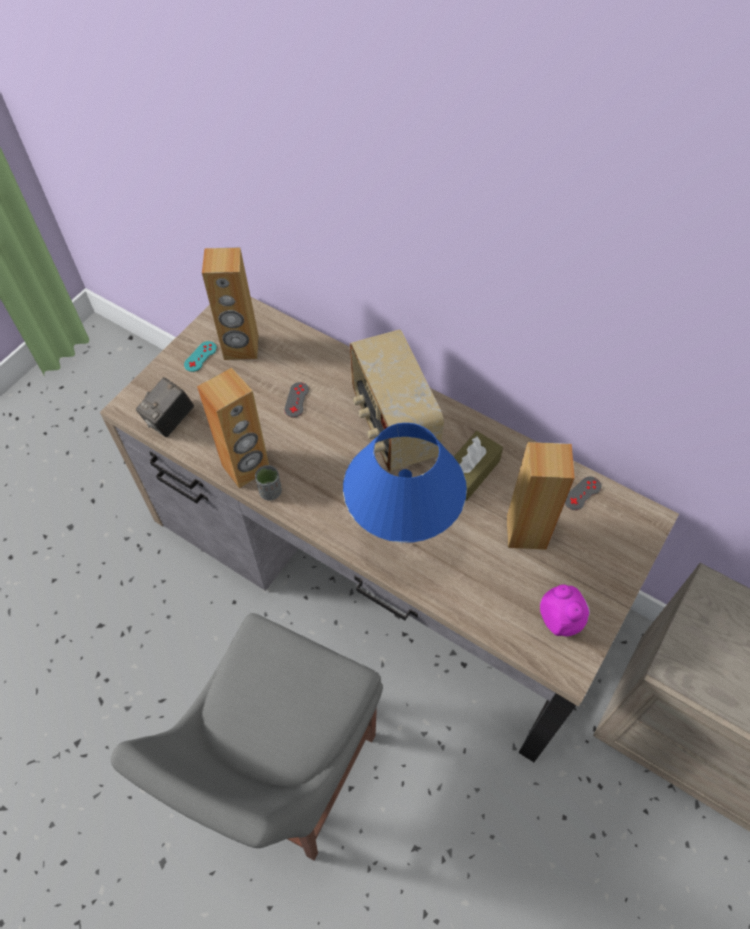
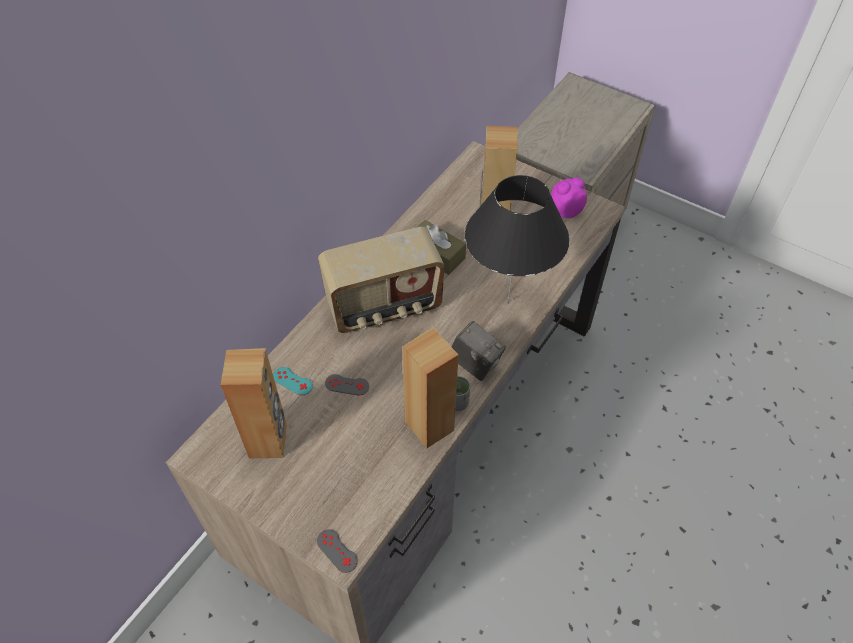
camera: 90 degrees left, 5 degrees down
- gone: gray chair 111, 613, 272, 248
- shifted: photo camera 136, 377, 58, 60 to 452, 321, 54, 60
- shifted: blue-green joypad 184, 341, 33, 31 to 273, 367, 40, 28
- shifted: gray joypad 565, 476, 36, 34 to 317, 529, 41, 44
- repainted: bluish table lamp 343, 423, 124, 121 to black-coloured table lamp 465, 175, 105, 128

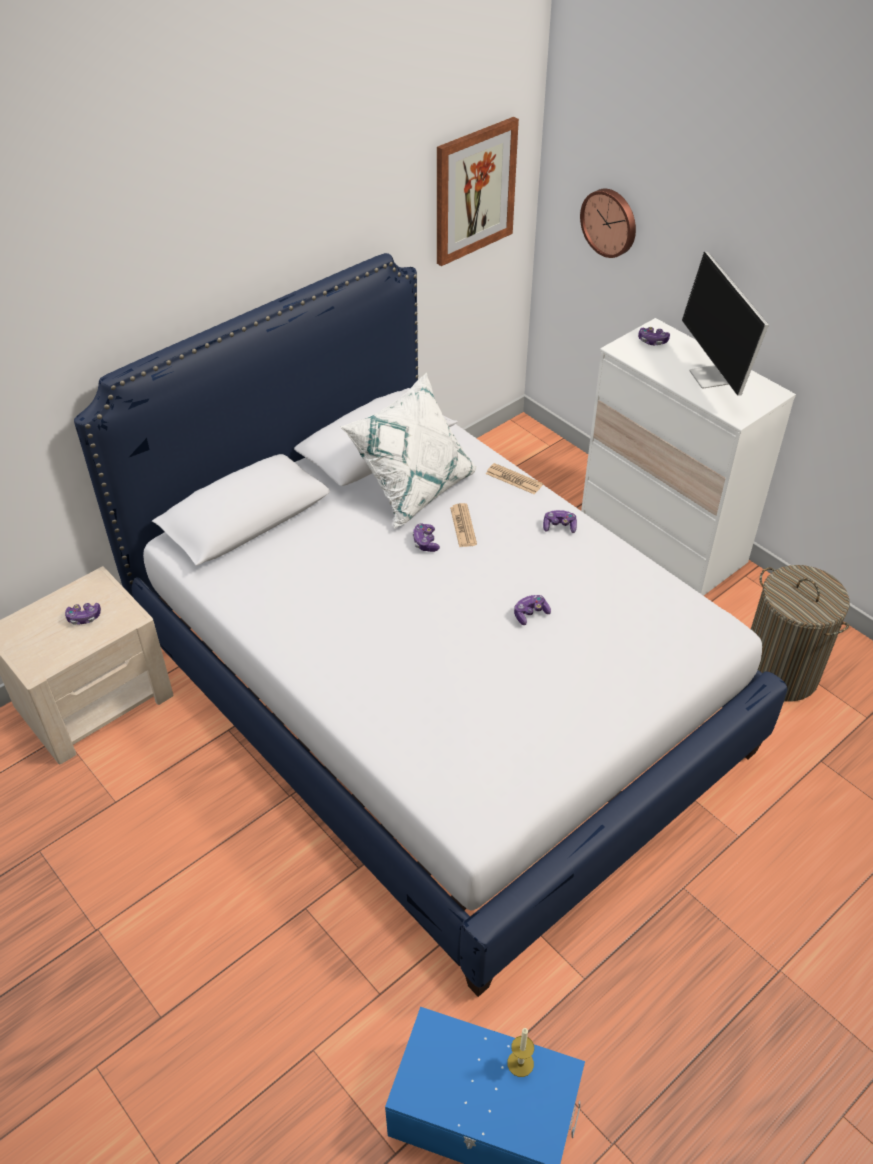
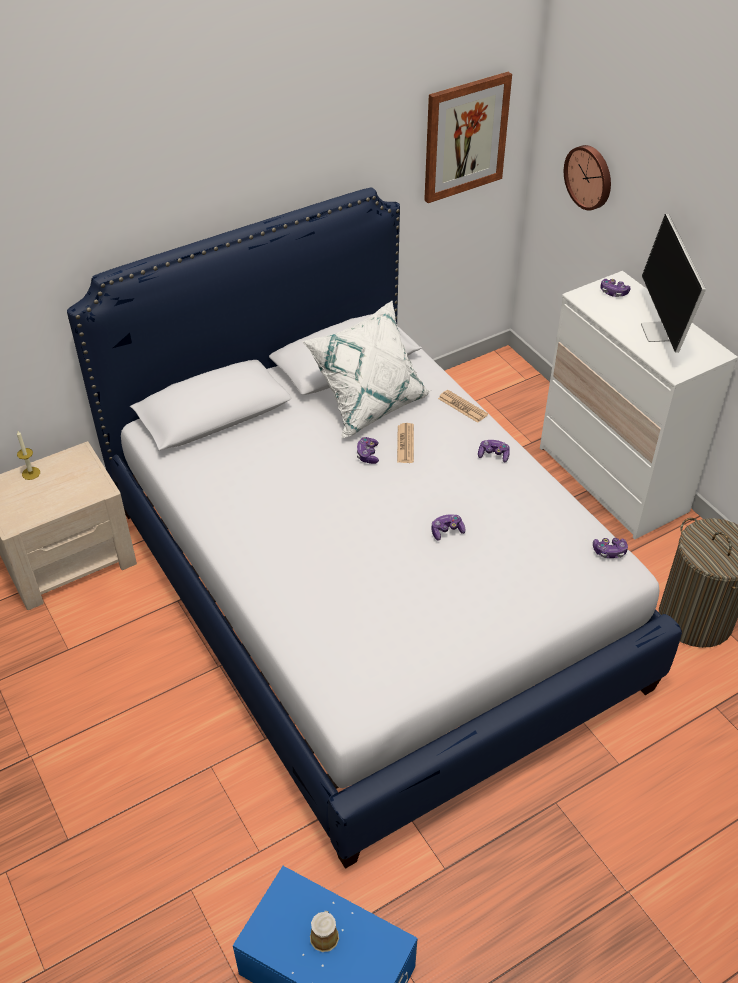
camera: 10 degrees right, 0 degrees up
- new: coffee mug 310, 911, 29, 41
- shifted: joypad 65, 603, 36, 22 to 593, 538, 35, 20
- shifted: wax light 507, 1028, 27, 49 to 17, 431, 23, 49

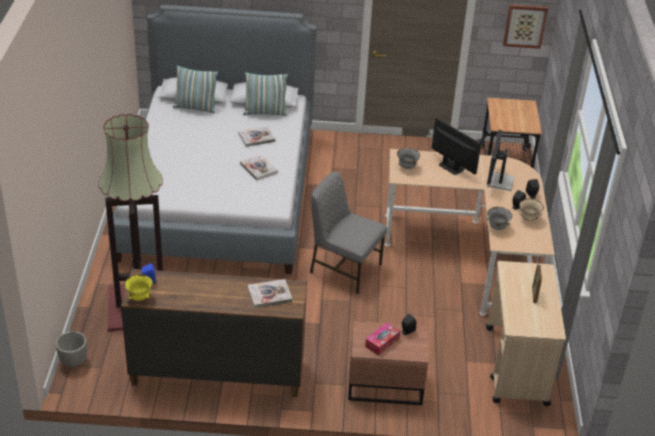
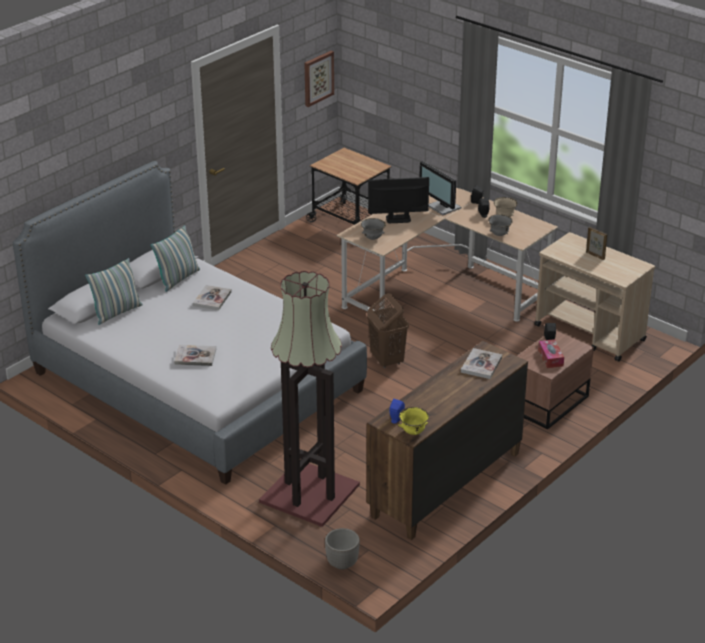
camera: 50 degrees left, 5 degrees down
- shifted: volume 240, 154, 38, 27 to 174, 345, 42, 21
- swapped: gray chair 310, 171, 77, 123 to brown-coloured laundry basket 367, 293, 42, 75

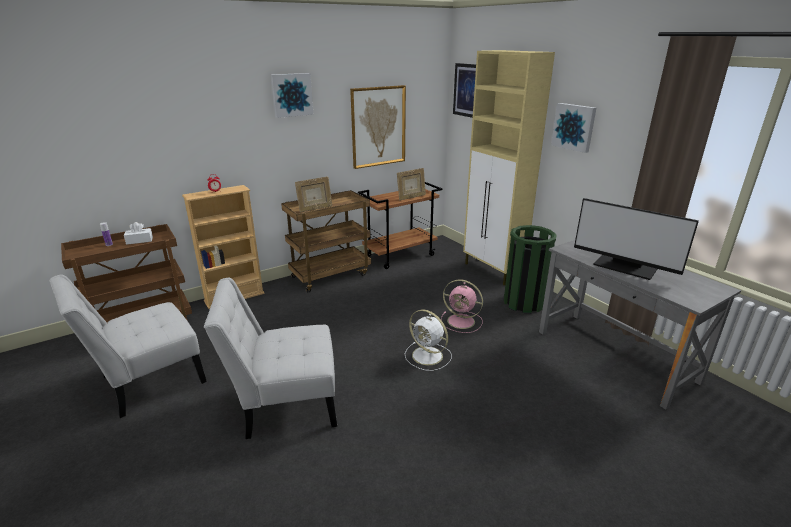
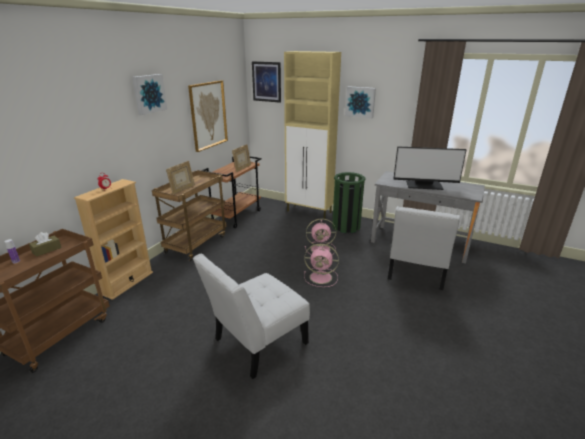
camera: 30 degrees left, 0 degrees up
- shifted: whitish chair 49, 274, 158, 144 to 388, 206, 72, 84
- repainted: whitish tissue holder 124, 222, 29, 23 to brown-coloured tissue holder 29, 232, 33, 25
- repainted: whitish cooling fan 405, 309, 47, 62 to pinkish cooling fan 304, 244, 35, 43

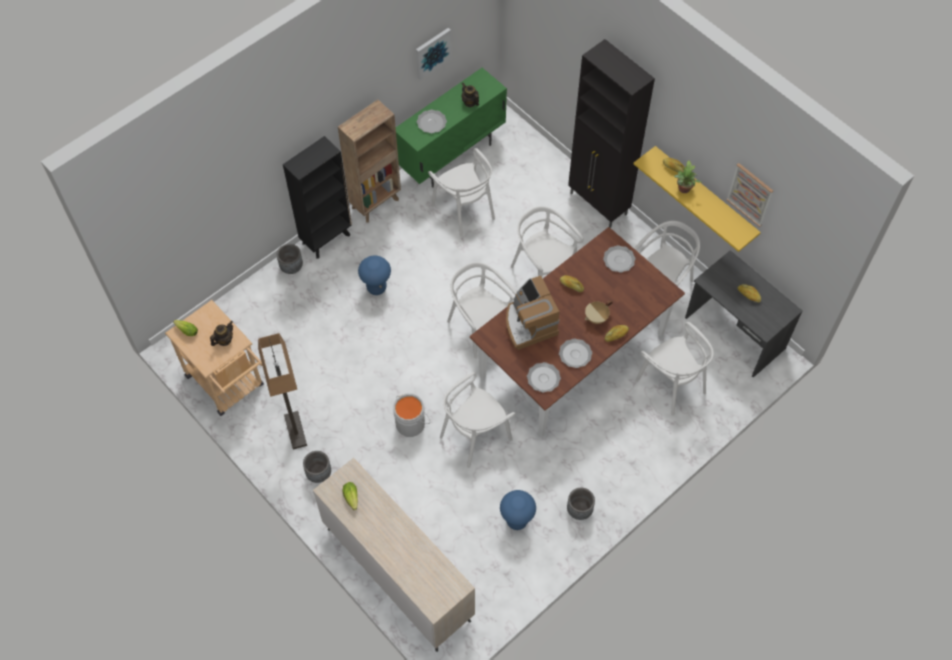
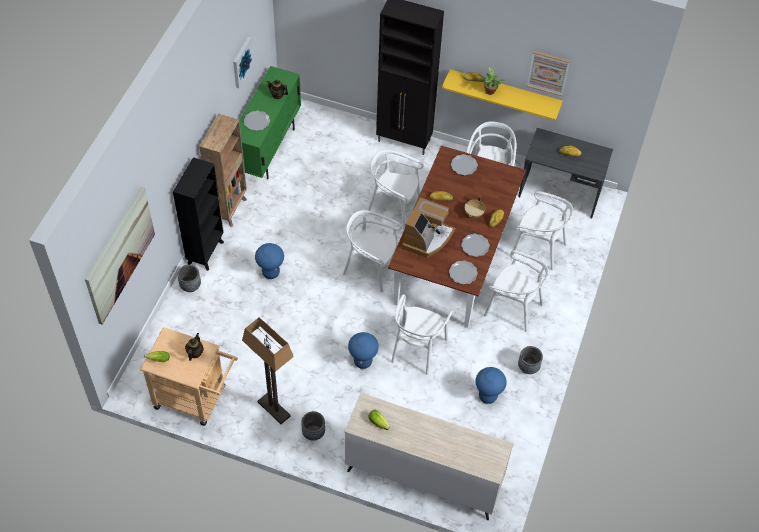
camera: 30 degrees left, 5 degrees down
- new: wall art 85, 187, 70, 138
- shifted: whitish chair 428, 148, 67, 89 to 484, 250, 65, 82
- swapped: gray bucket 393, 394, 37, 43 to bluish stool 348, 332, 31, 37
- rotated: coffee brewer 506, 276, 54, 74 = 402, 197, 53, 61 105 degrees counterclockwise

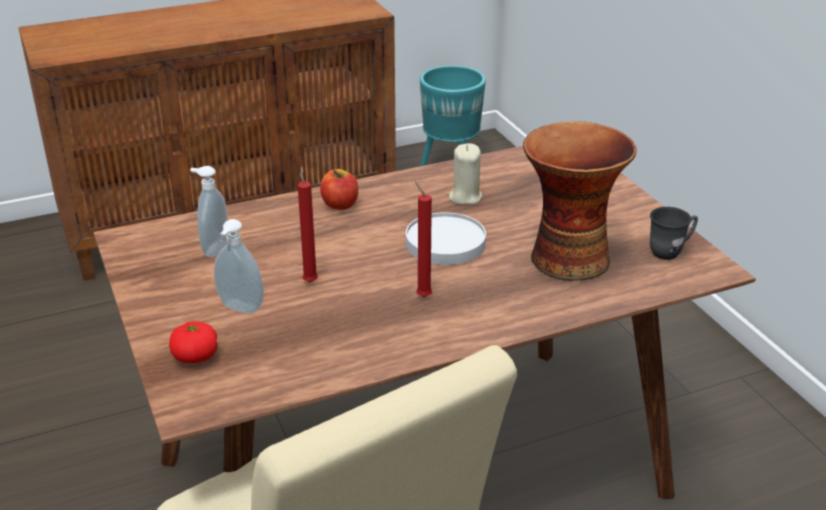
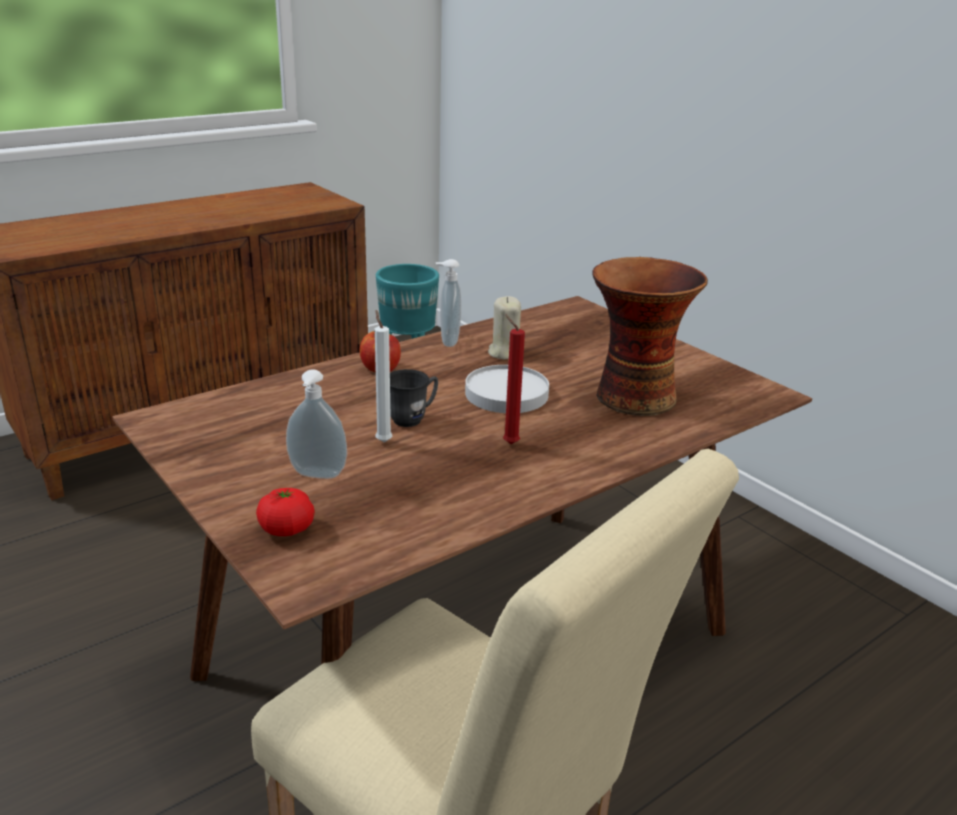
camera: 15 degrees left, 5 degrees down
- shifted: soap bottle 190, 166, 38, 91 to 436, 259, 25, 88
- shifted: gray coffee mug 650, 207, 48, 53 to 390, 369, 48, 58
- repainted: reddish wax light 298, 166, 20, 117 to whitish wax light 375, 310, 17, 132

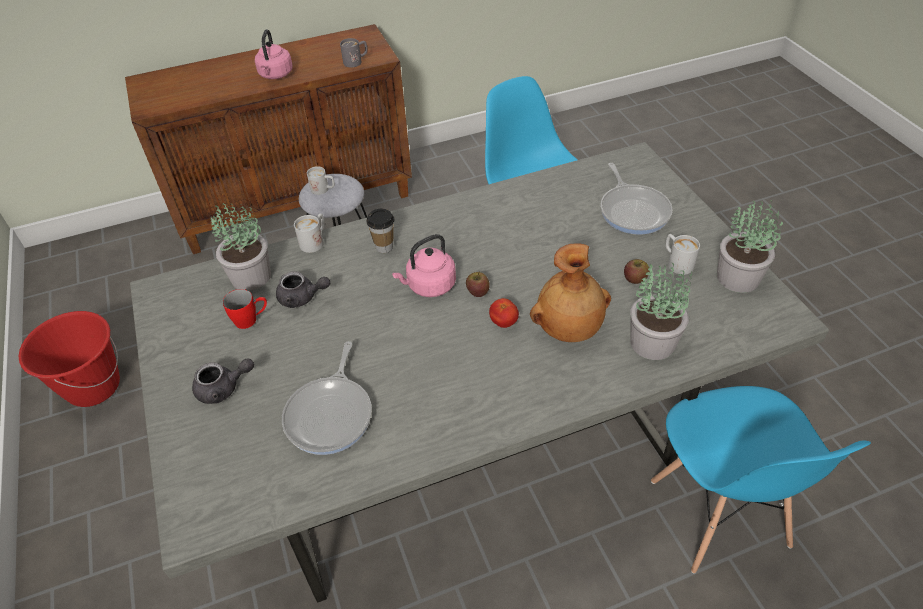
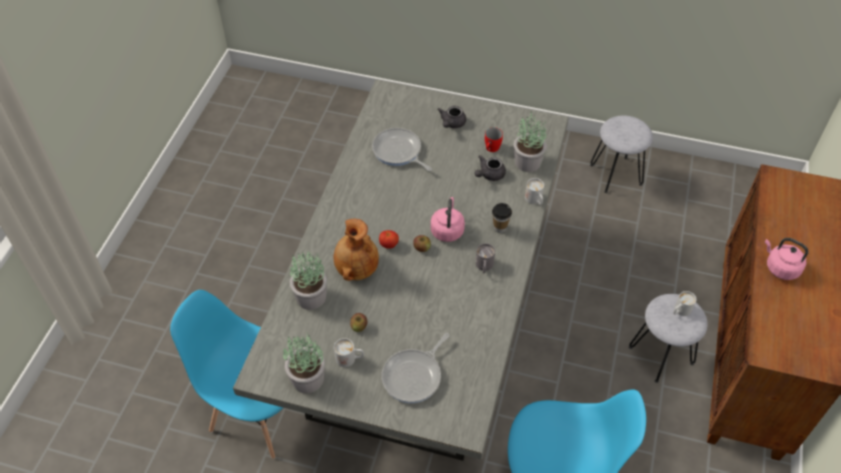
camera: 125 degrees right, 5 degrees up
- shifted: gray coffee mug 340, 38, 27, 30 to 476, 243, 19, 31
- swapped: reddish bucket 18, 311, 102, 96 to gray stool 590, 115, 63, 78
- rotated: pan 600, 163, 72, 72 = 381, 333, 68, 70 75 degrees counterclockwise

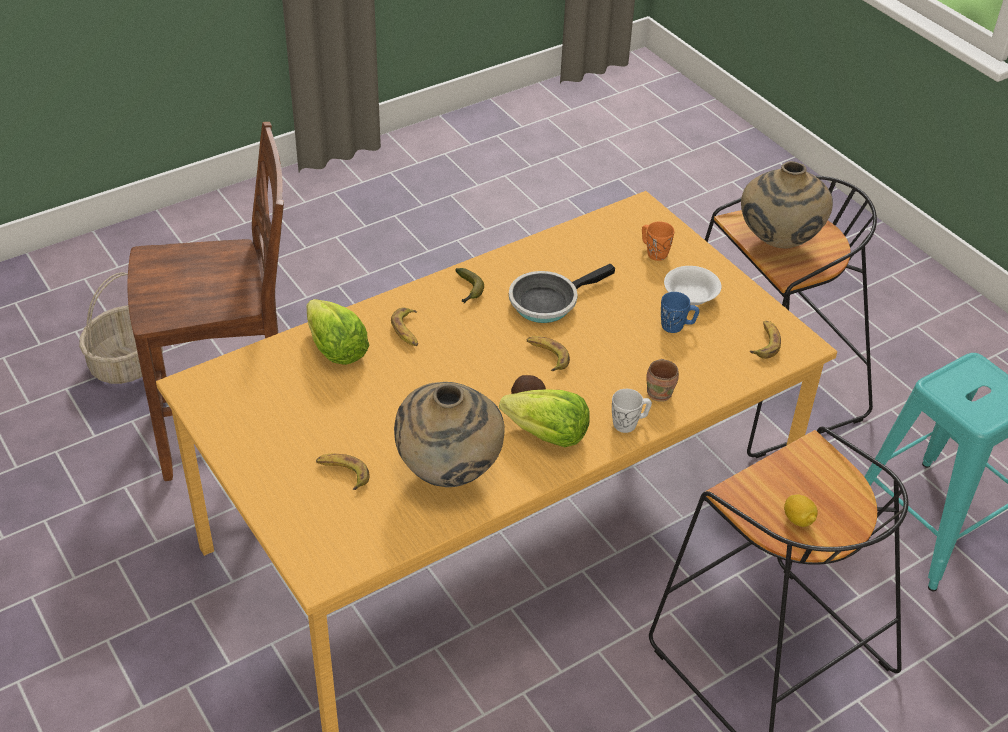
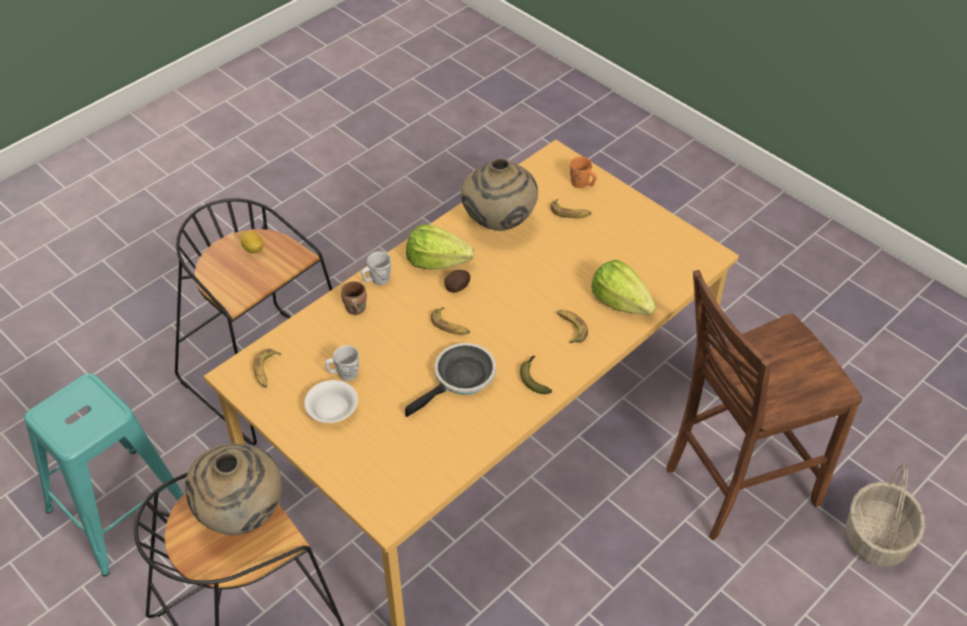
camera: 170 degrees right, 5 degrees up
- shifted: orangey coffee mug 642, 222, 32, 39 to 570, 156, 27, 32
- repainted: bluish coffee mug 661, 292, 38, 41 to whitish coffee mug 325, 345, 34, 36

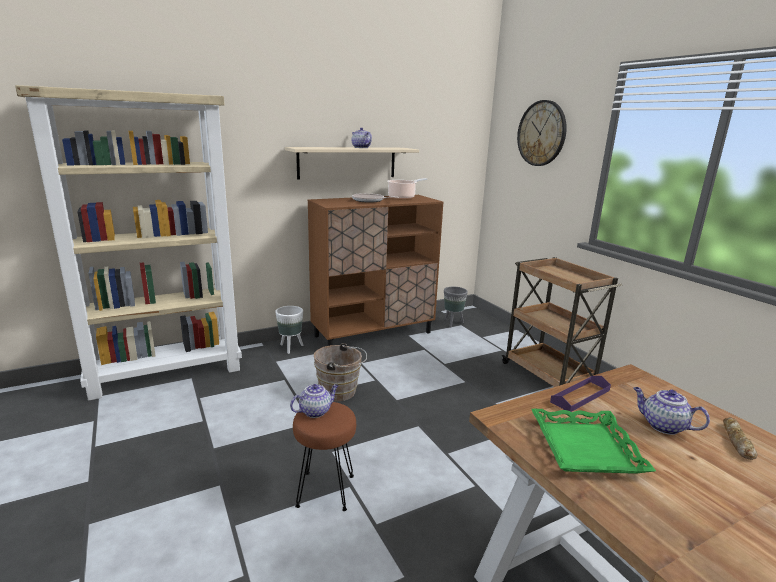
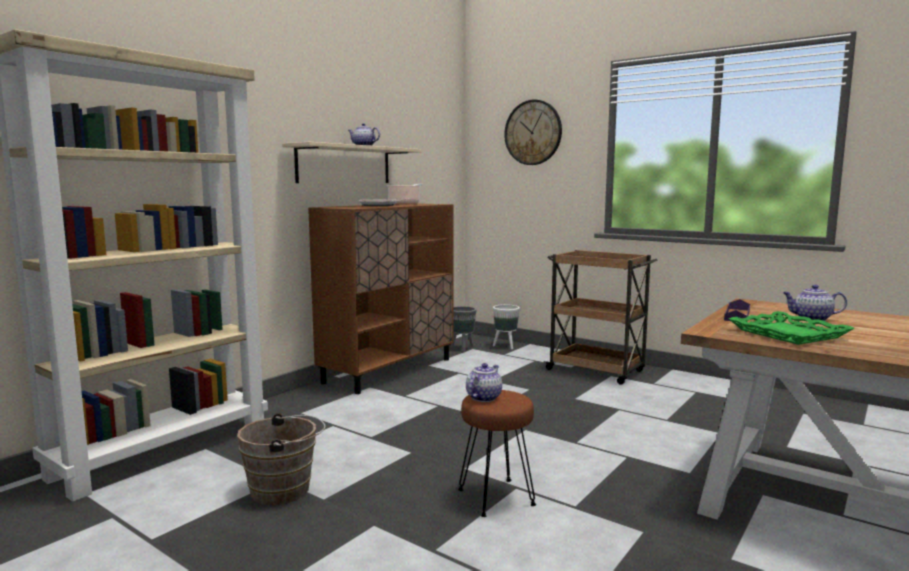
camera: 25 degrees left, 10 degrees down
- gone: bread 723, 417, 35, 43
- shifted: whitish plant pot 275, 306, 28, 48 to 493, 304, 27, 45
- shifted: brown-coloured bucket 314, 343, 53, 58 to 237, 413, 88, 92

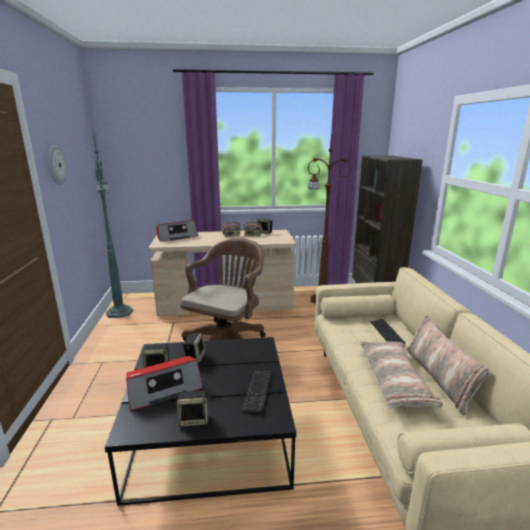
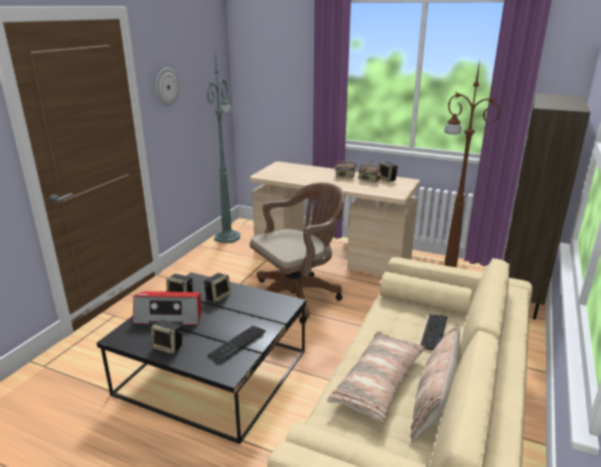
camera: 30 degrees right, 5 degrees up
- gone: radio 156, 220, 42, 22

